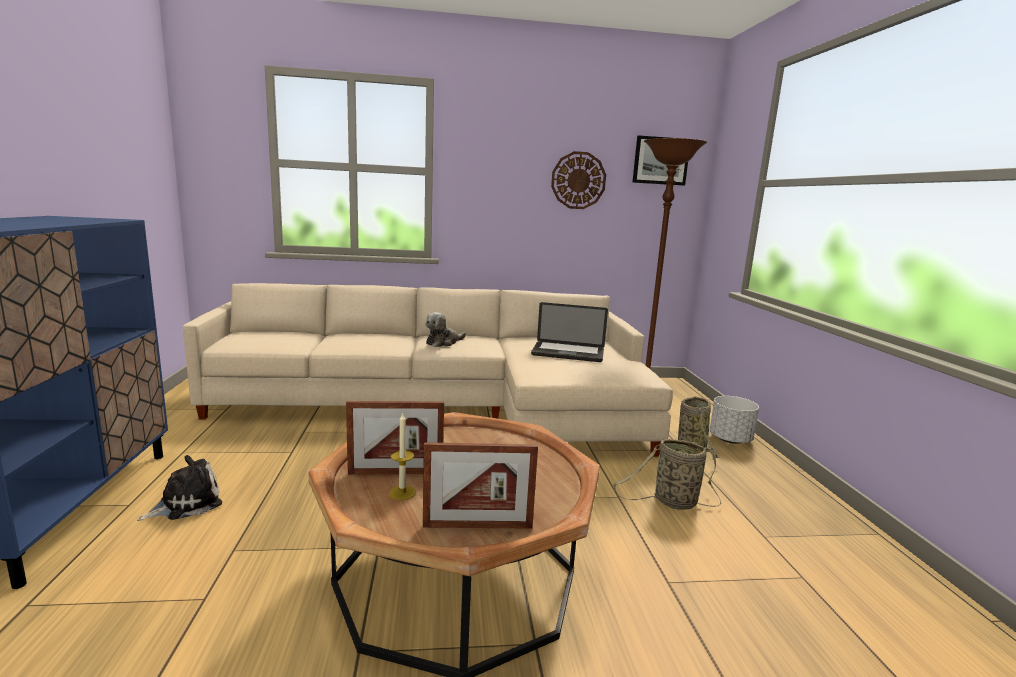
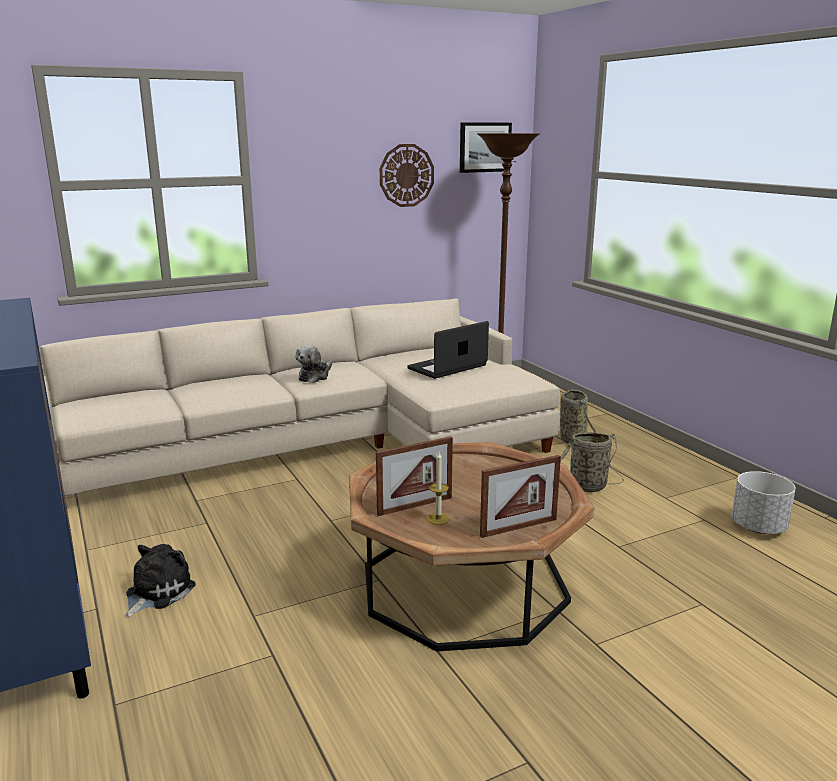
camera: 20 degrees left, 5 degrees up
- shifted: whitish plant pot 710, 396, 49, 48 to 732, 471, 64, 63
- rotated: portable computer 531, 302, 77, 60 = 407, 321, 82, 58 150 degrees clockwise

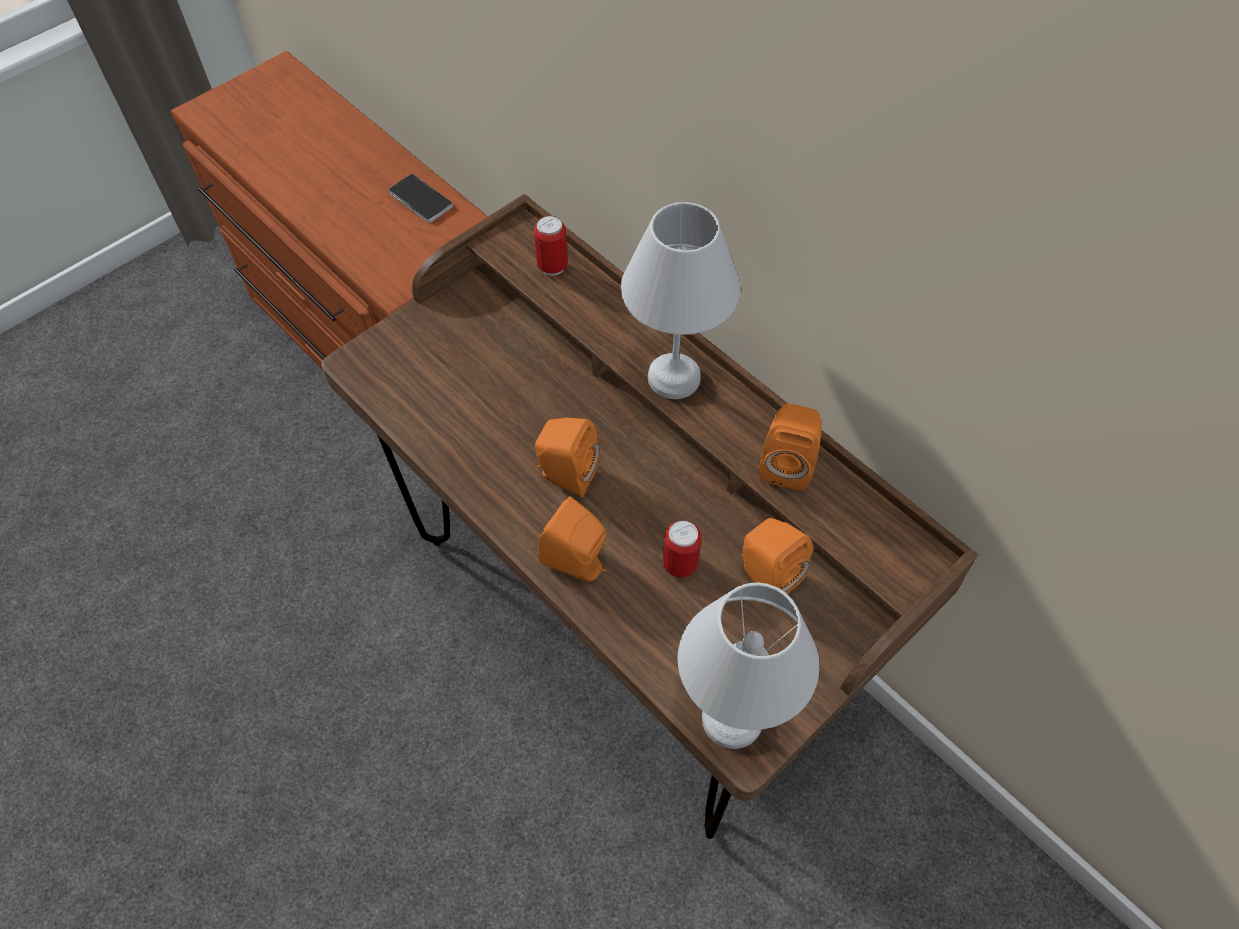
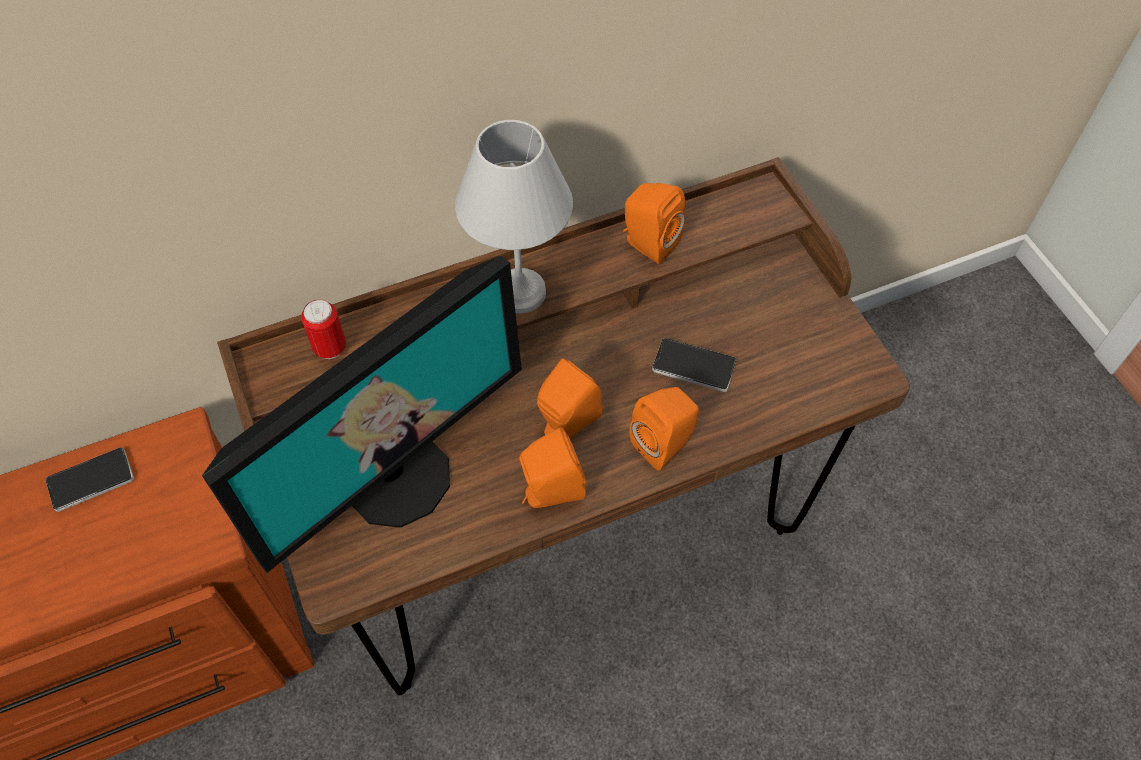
camera: 70 degrees left, 0 degrees up
- gone: whitish table lamp 678, 583, 141, 166
- new: computer screen 202, 256, 320, 317
- shifted: orangey audio speaker 742, 518, 71, 88 to 520, 427, 66, 81
- swapped: sealed can 663, 520, 38, 57 to handset 652, 338, 85, 54

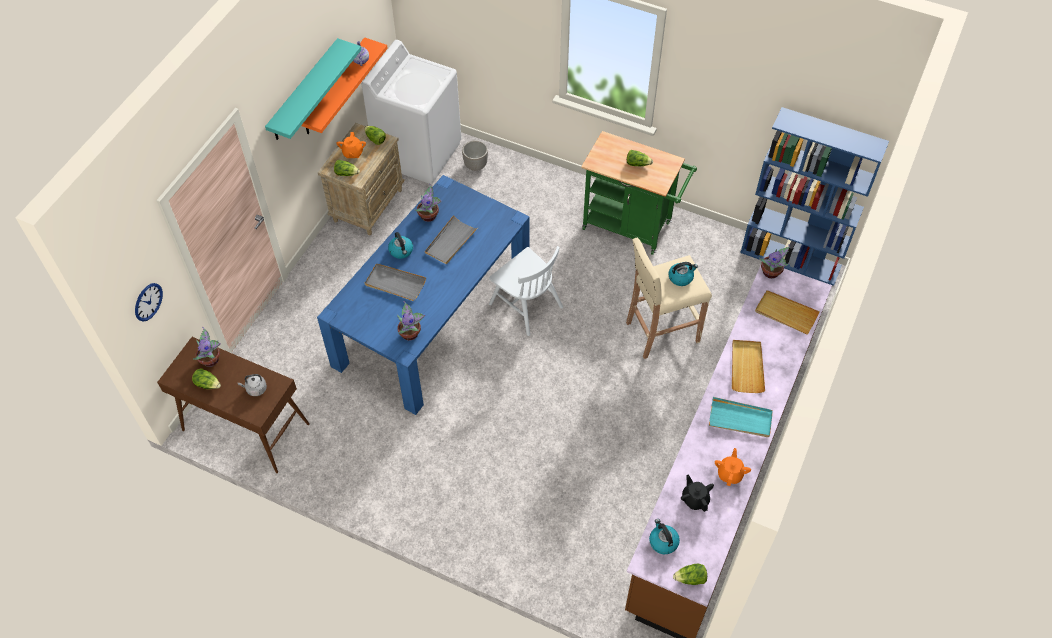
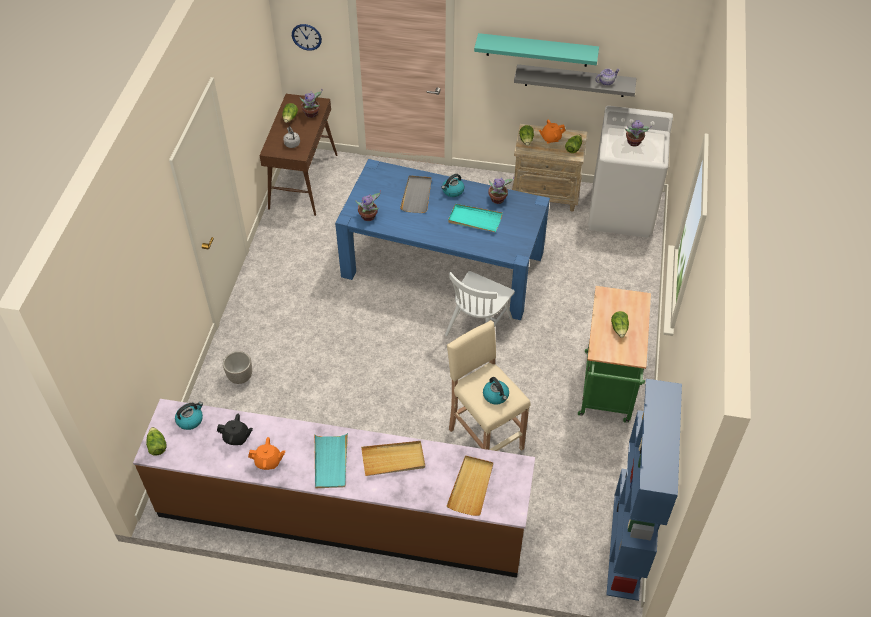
camera: 75 degrees right, 5 degrees down
- shifted: plant pot 462, 140, 26, 31 to 223, 351, 29, 33
- shifted: houseplant 759, 244, 31, 35 to 625, 120, 27, 26
- repainted: orangey shelf 301, 37, 87, 97 to gray shelf 514, 64, 122, 33
- repainted: gray carrying tray 425, 215, 53, 50 to blue-green carrying tray 448, 204, 55, 28
- rotated: black-coloured tea pot 681, 474, 33, 38 = 217, 414, 36, 31 45 degrees clockwise

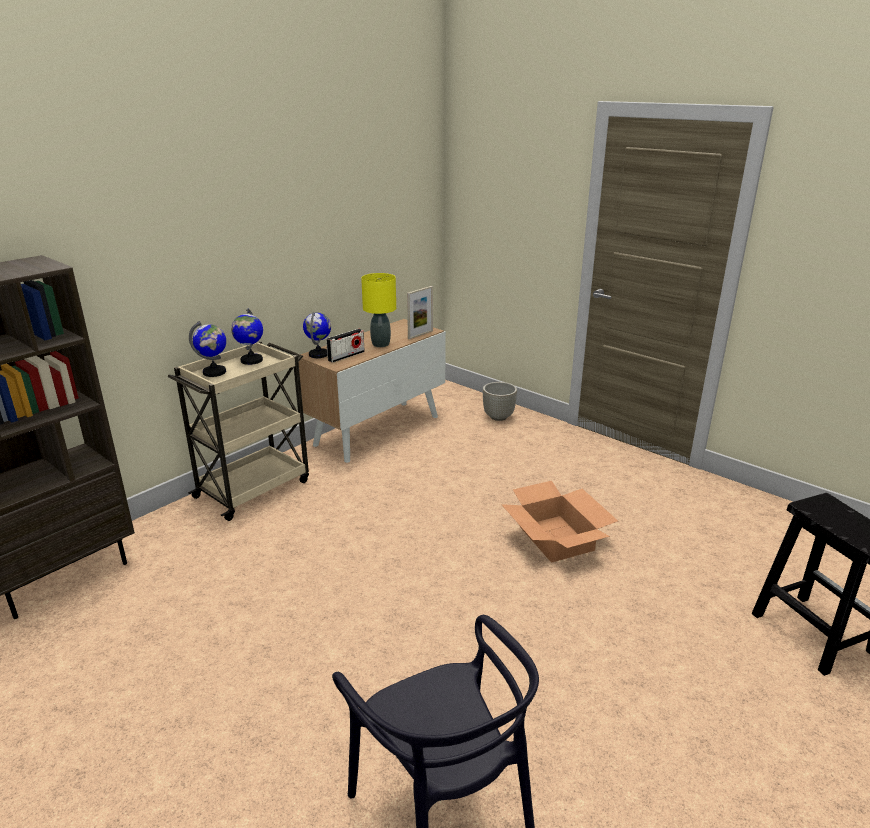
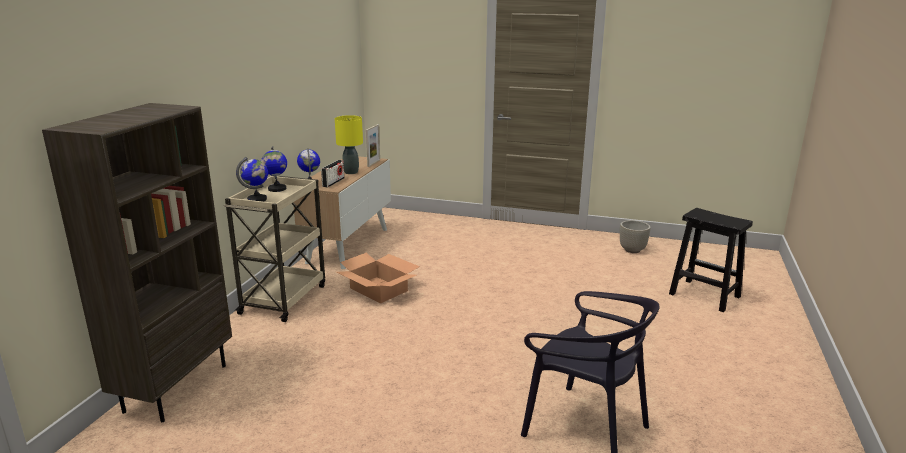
camera: 25 degrees left, 5 degrees down
- shifted: gray plant pot 483, 382, 34, 39 to 620, 220, 31, 33
- shifted: carton 501, 481, 117, 82 to 337, 253, 83, 50

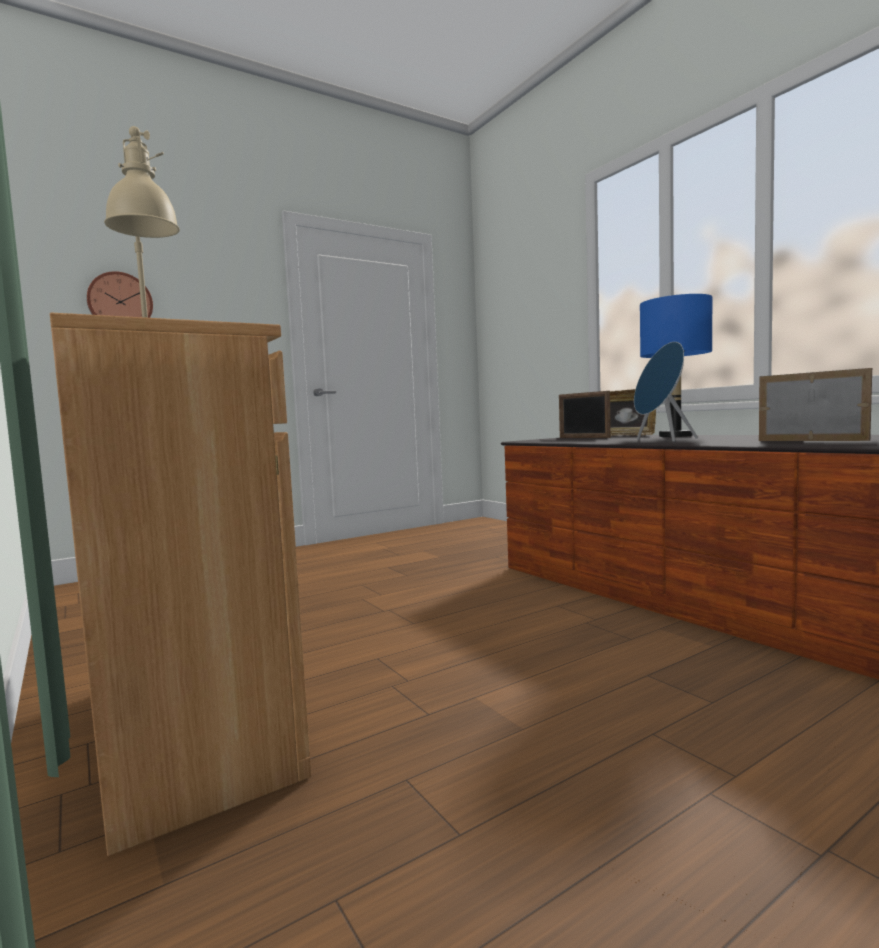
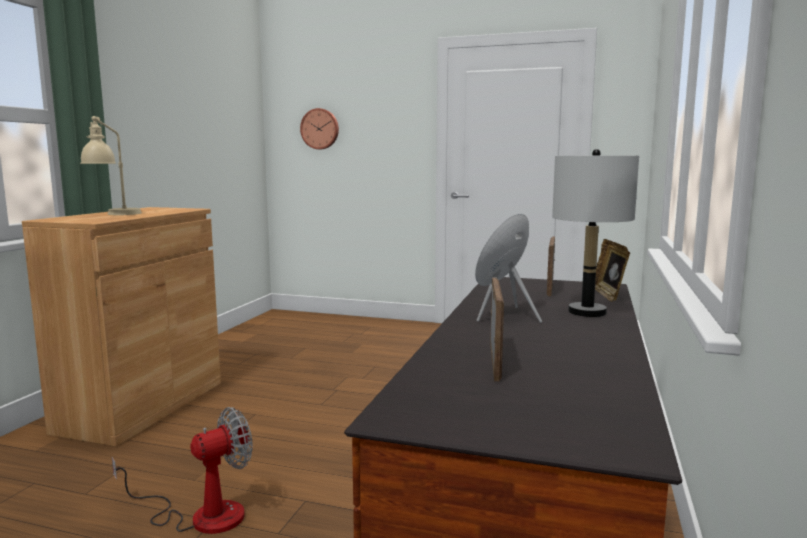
camera: 50 degrees right, 5 degrees up
- new: cooling fan 112, 407, 141, 127
- repainted: bluish table lamp 640, 294, 72, 143 to gray table lamp 552, 149, 87, 168

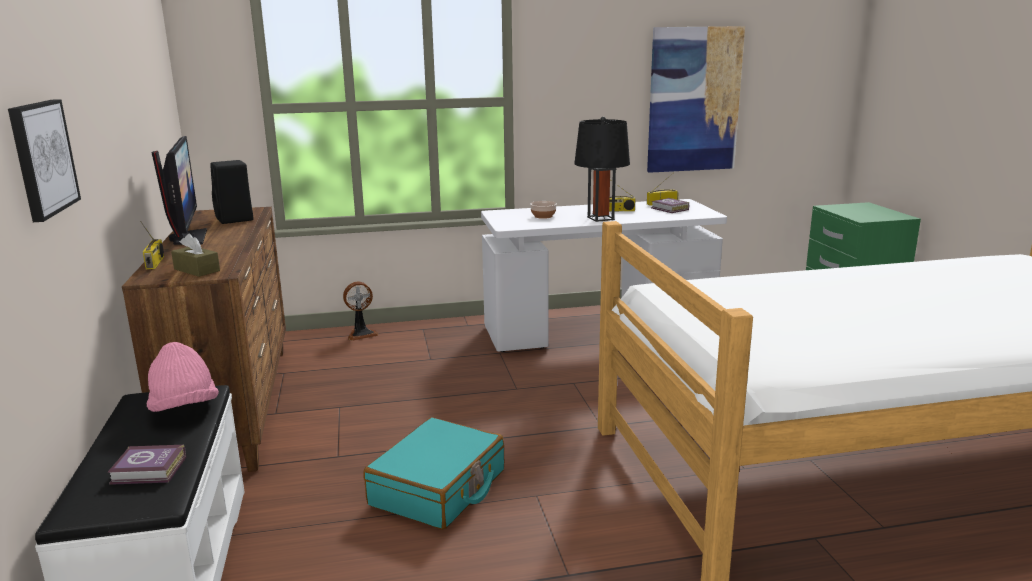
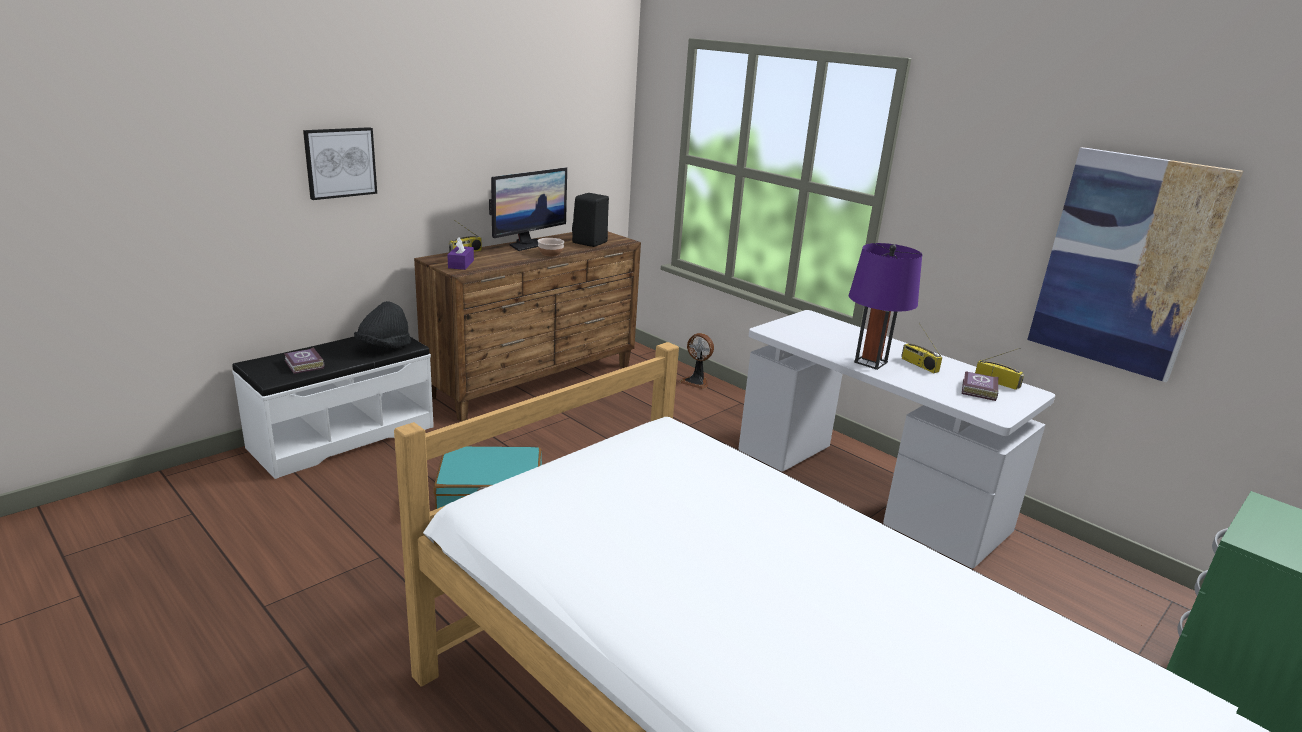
camera: 55 degrees right, 5 degrees up
- shifted: deep dish 530, 201, 27, 18 to 538, 238, 26, 18
- repainted: pinkish hat 147, 342, 72, 70 to black-coloured hat 354, 301, 57, 47
- repainted: brown-coloured tissue holder 171, 233, 49, 44 to purple tissue holder 448, 237, 26, 33
- repainted: black-coloured table lamp 574, 117, 56, 105 to purple table lamp 848, 243, 74, 127

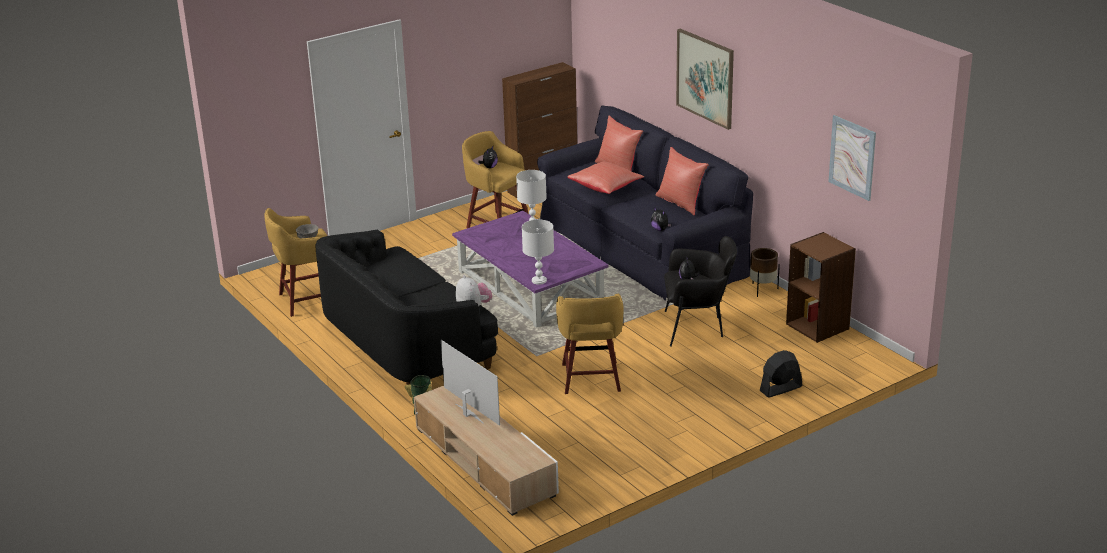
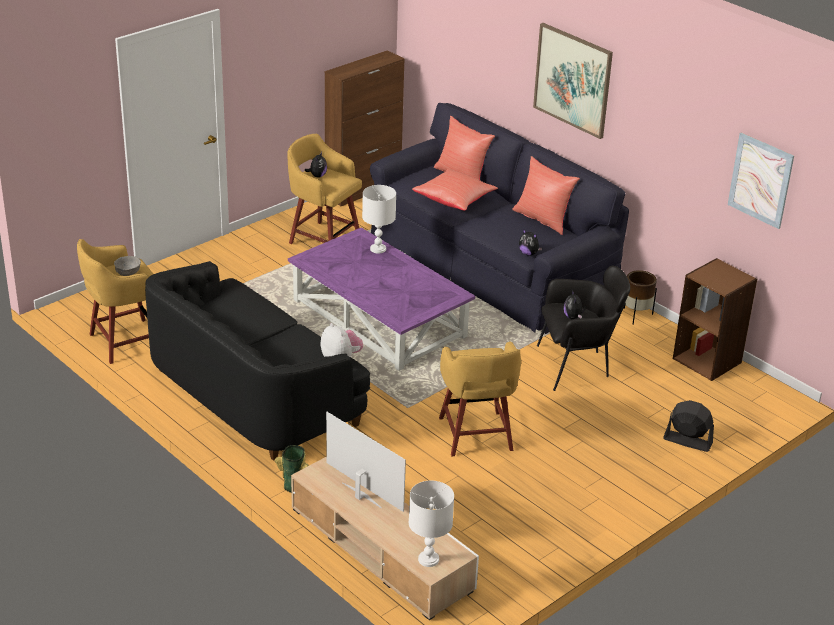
camera: 10 degrees left, 5 degrees up
- shifted: whitish table lamp 522, 220, 32, 65 to 409, 481, 45, 86
- rotated: black-coloured cooling fan 760, 350, 42, 48 = 663, 400, 51, 52 60 degrees clockwise

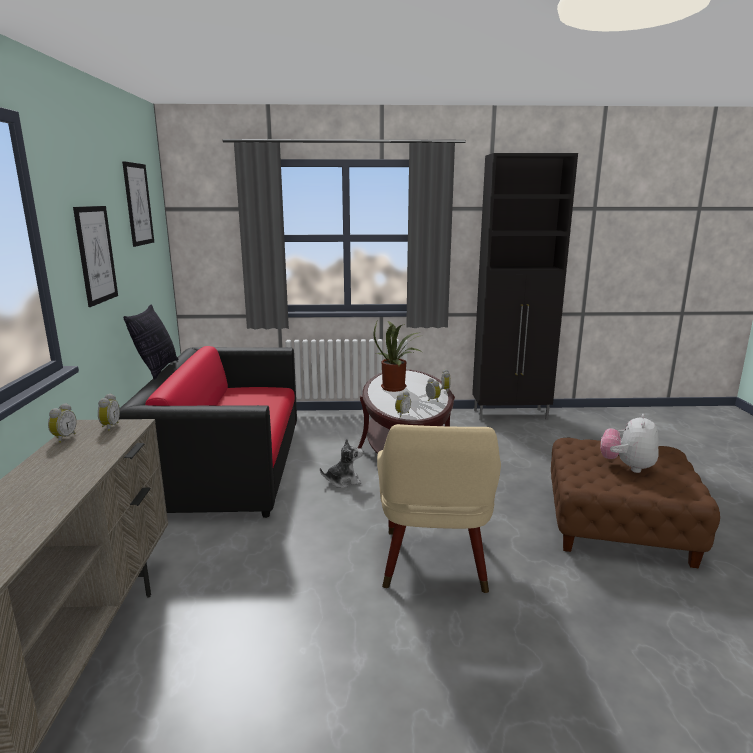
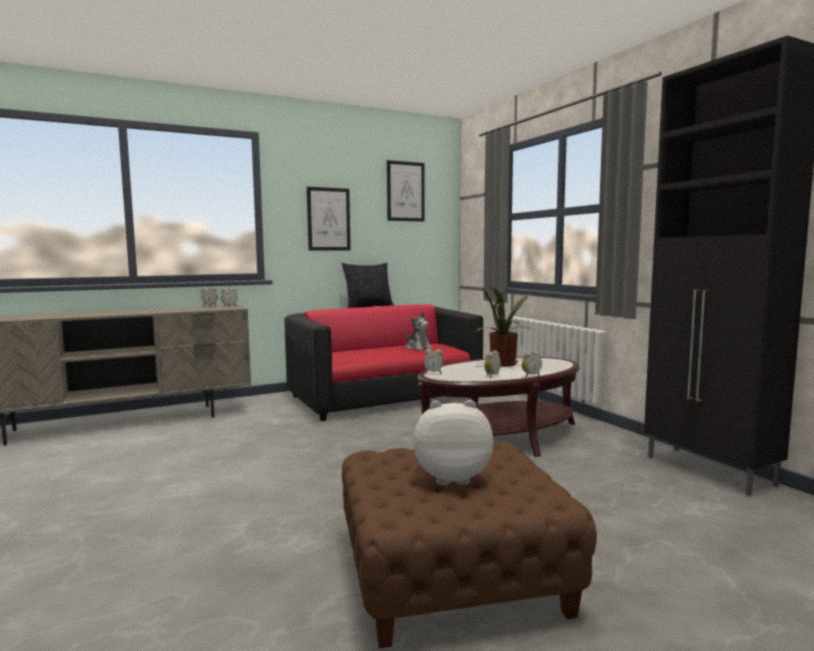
camera: 65 degrees right, 10 degrees down
- gone: sand-coloured armchair 377, 424, 124, 169
- shifted: soft toy 320, 439, 43, 49 to 406, 312, 27, 39

